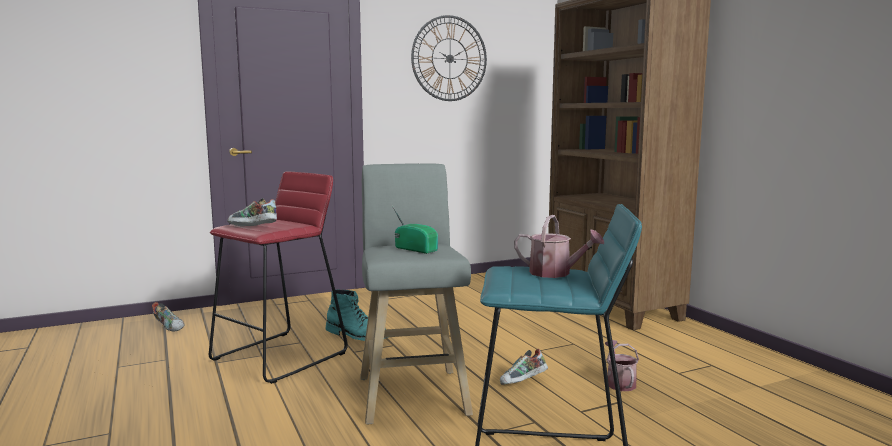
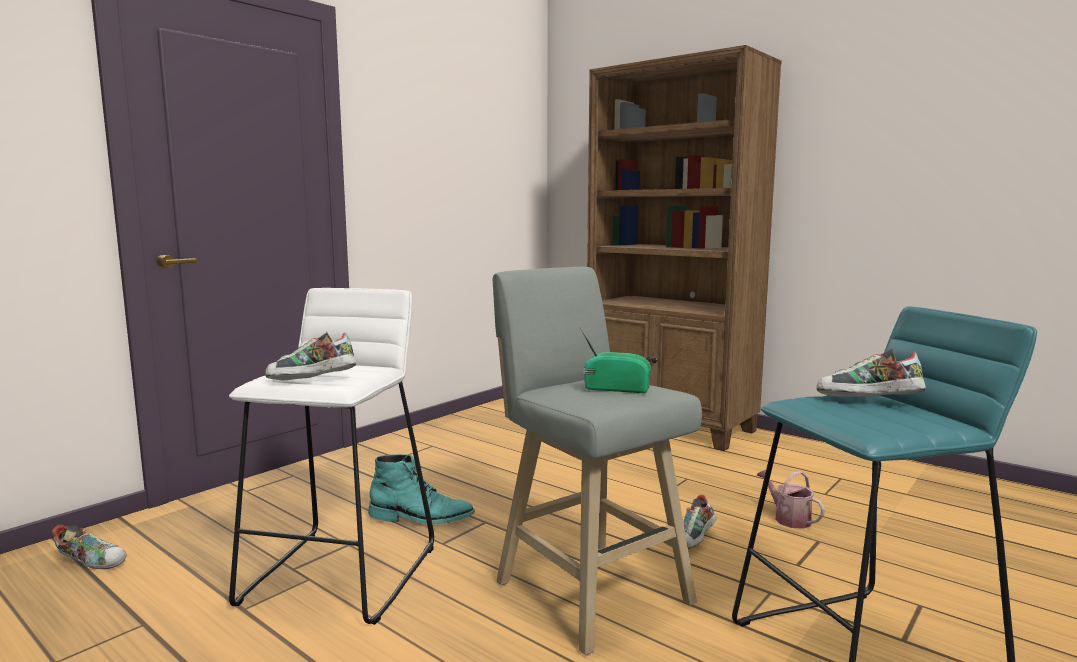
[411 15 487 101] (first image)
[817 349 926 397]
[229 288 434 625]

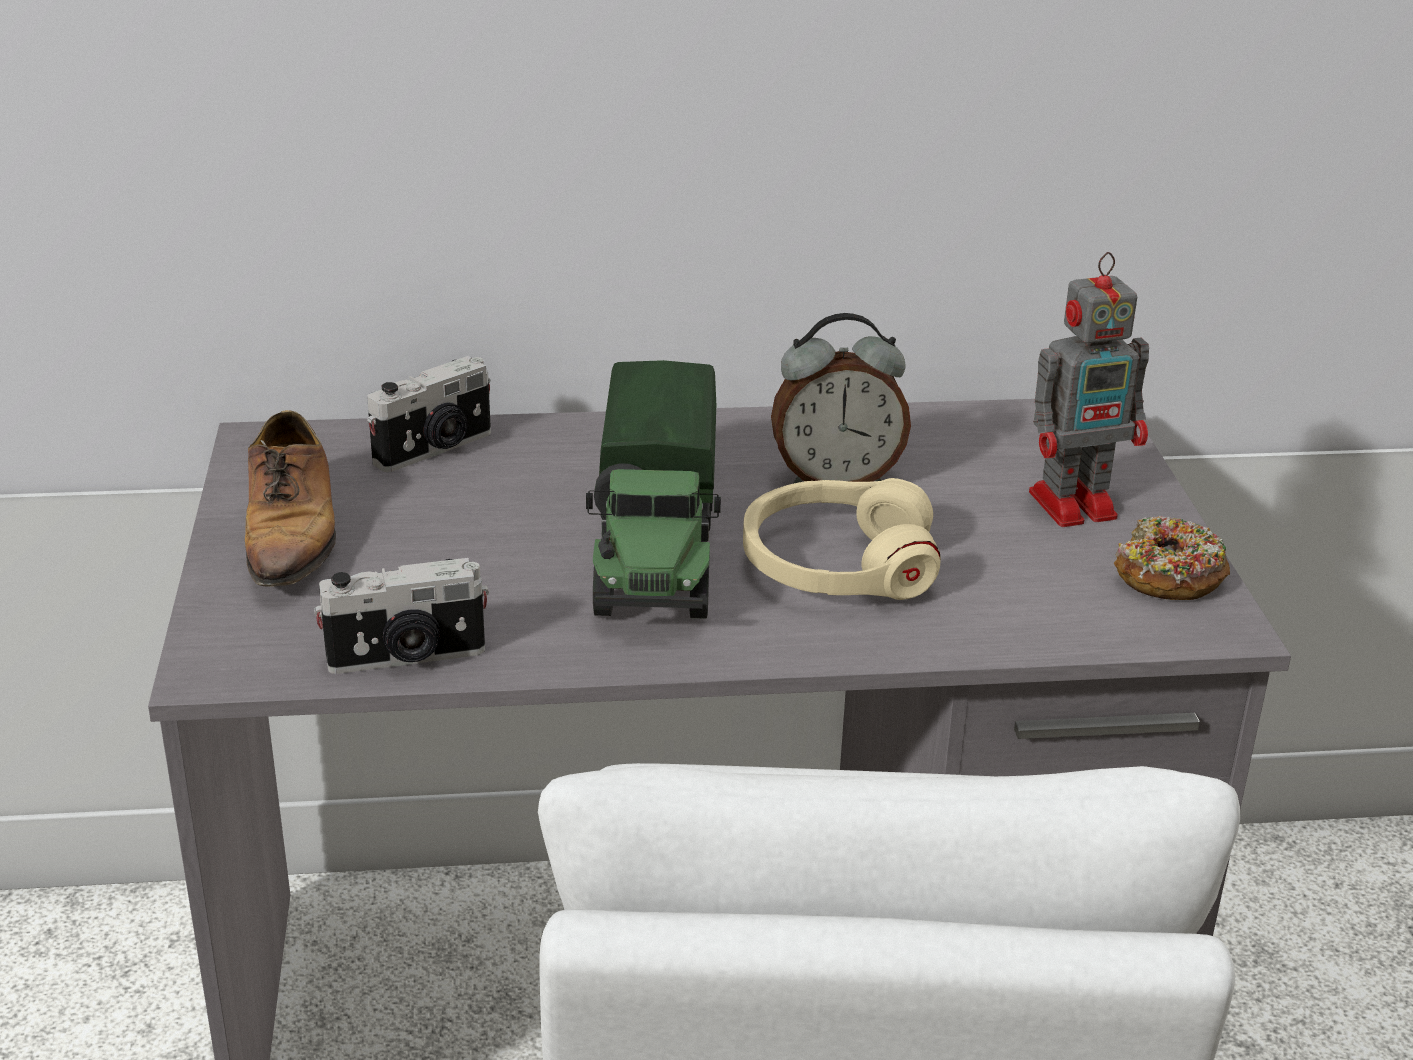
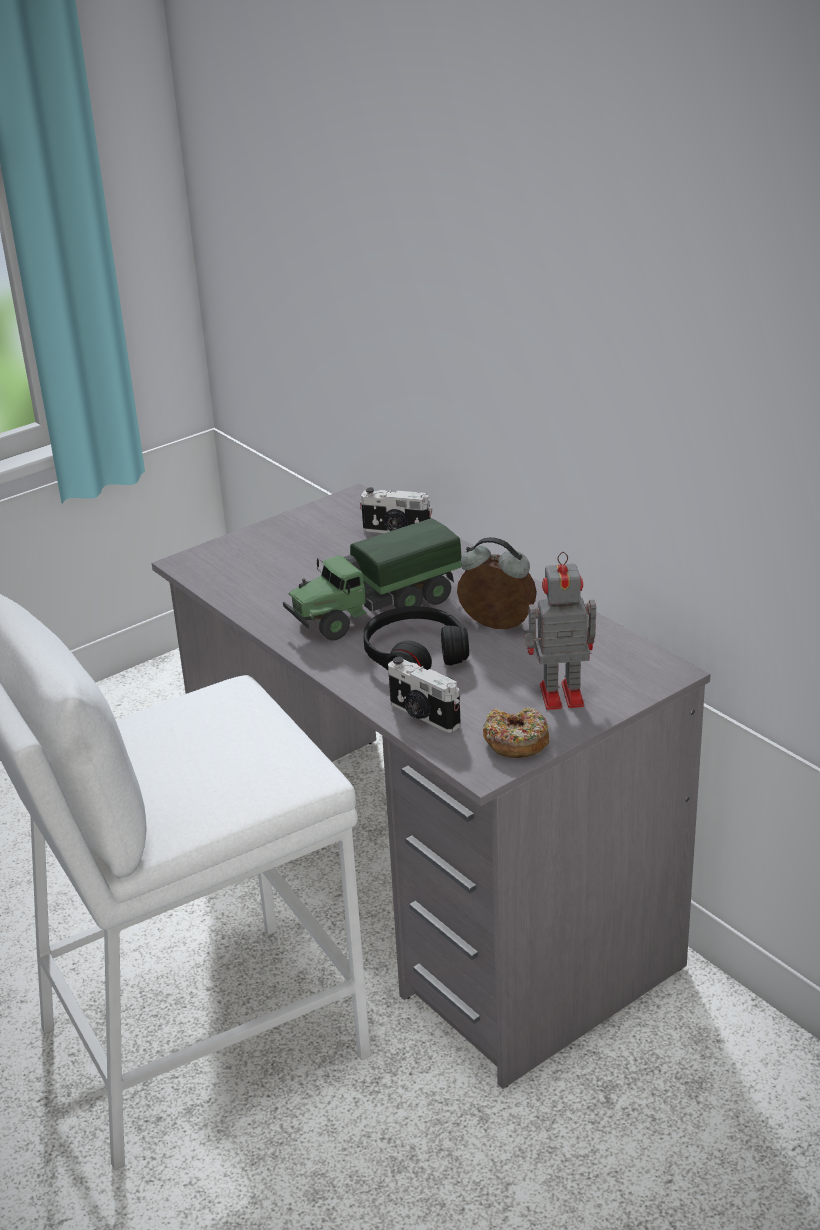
[245 410 336 600] (first image)
[388 657 461 733]
[363 606 469 670]
[457 537 537 629]
[524 552 596 710]

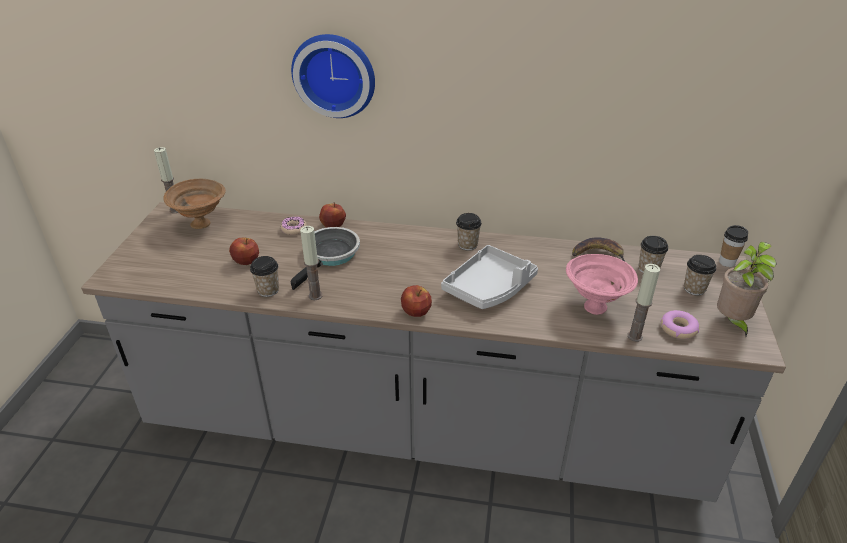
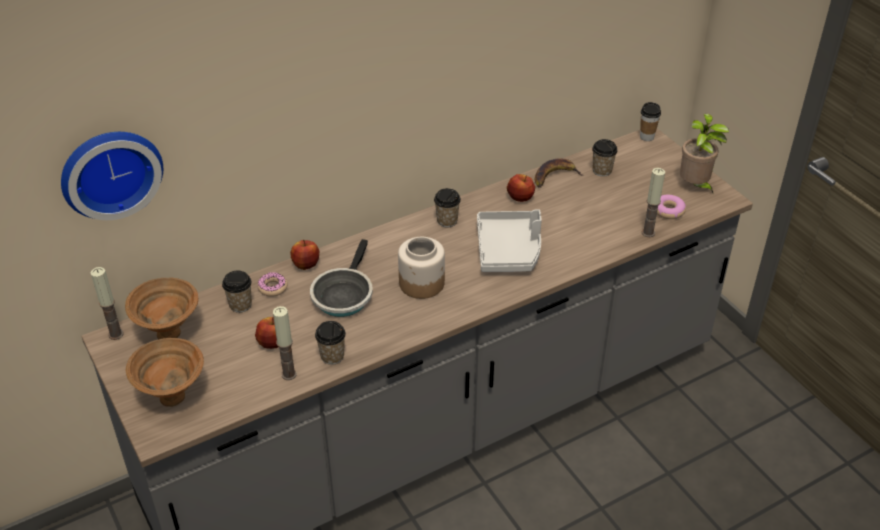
[566 254 638 315] (first image)
[126 338 204 407]
[398 237 445 299]
[61 132 163 220]
[273 306 297 380]
[507 174 535 202]
[222 271 252 313]
[310 239 373 317]

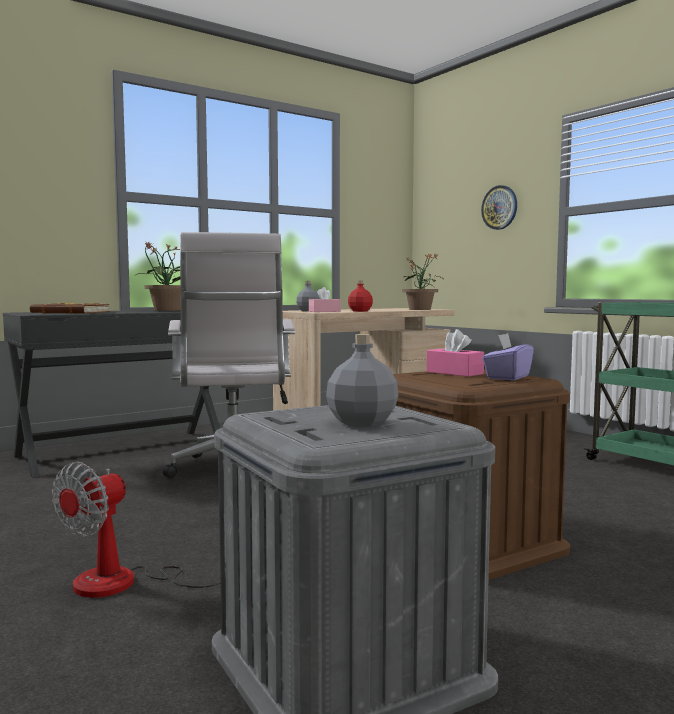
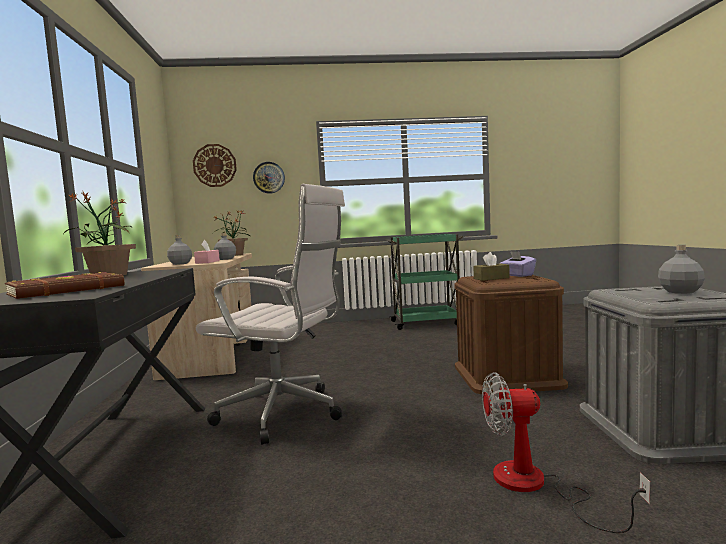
[193 144 237 187]
[214 233 236 260]
[473 252 510 281]
[482 372 650 533]

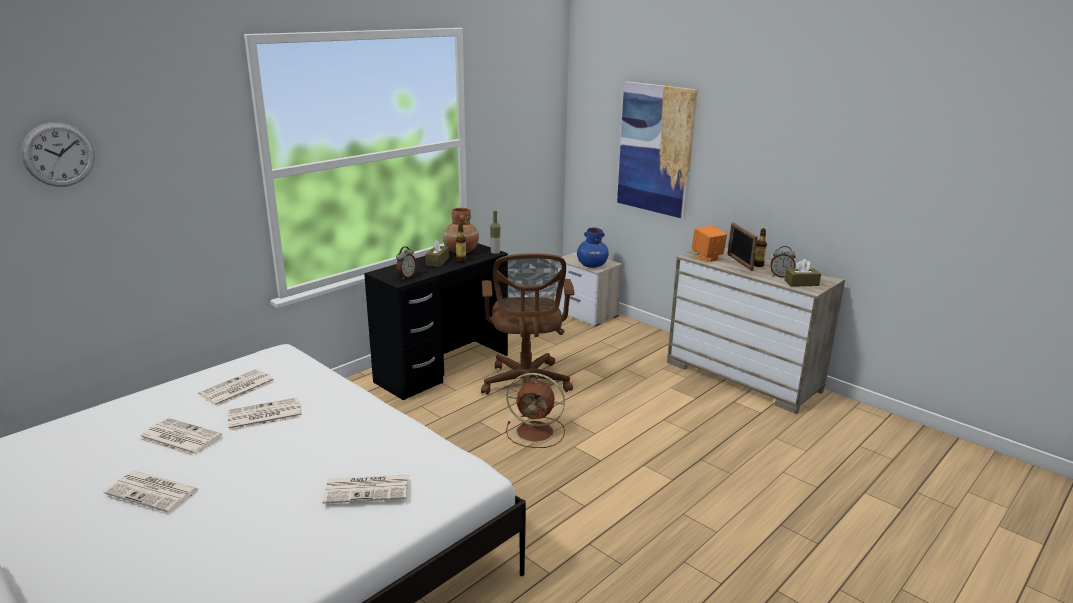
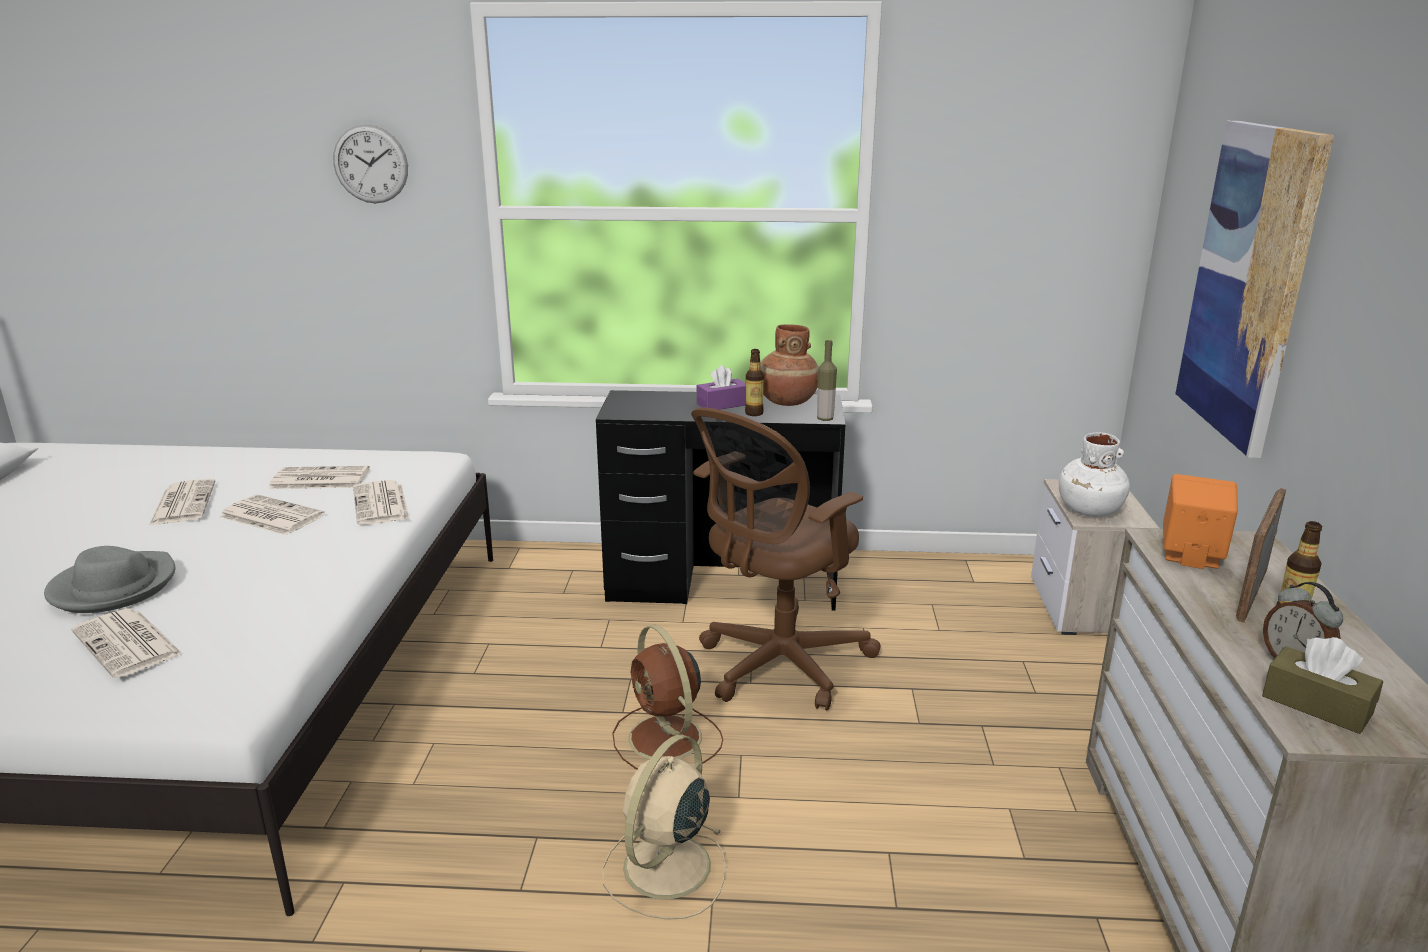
[396 246 416 280] (first image)
[44 546 175 613]
[602 735 725 920]
[333 124 408 203]
[353 480 409 525]
[697 365 746 410]
[1059 432 1130 516]

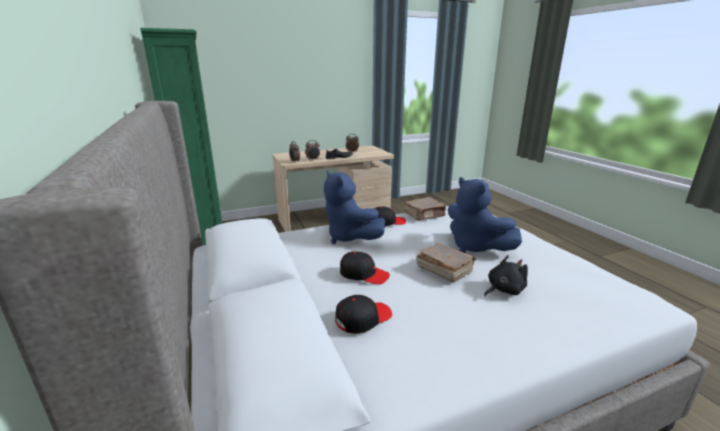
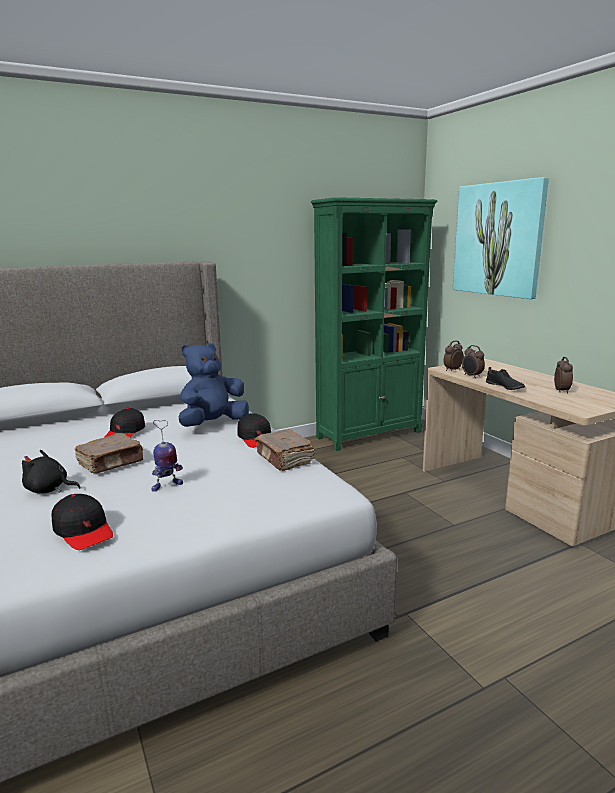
[453 177 549 299]
[51 494 113 550]
[151 420 183 491]
[22 450 81 493]

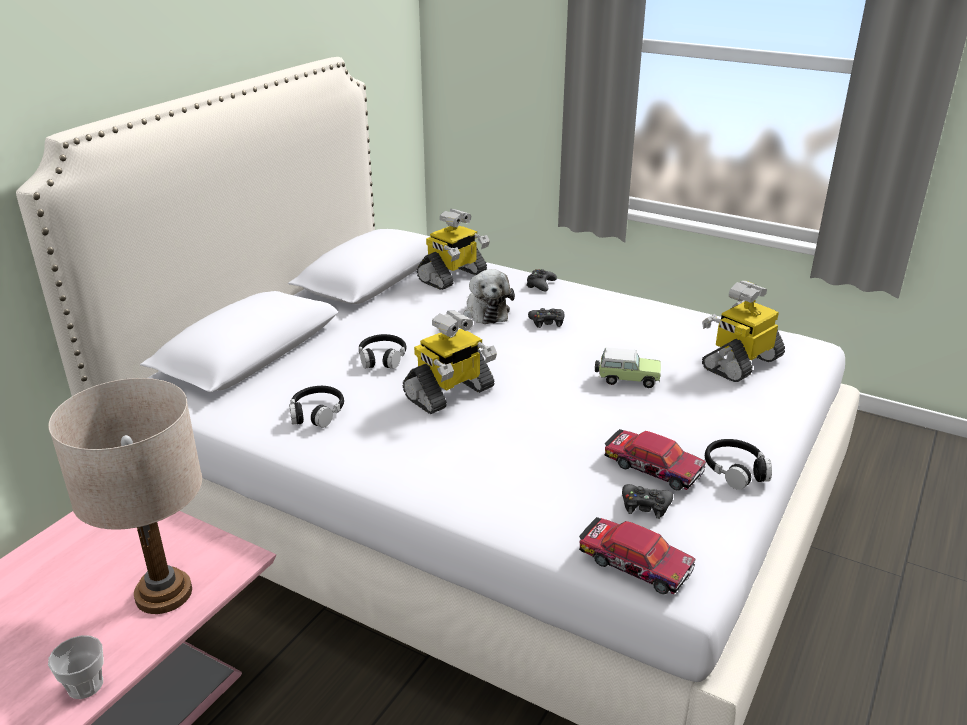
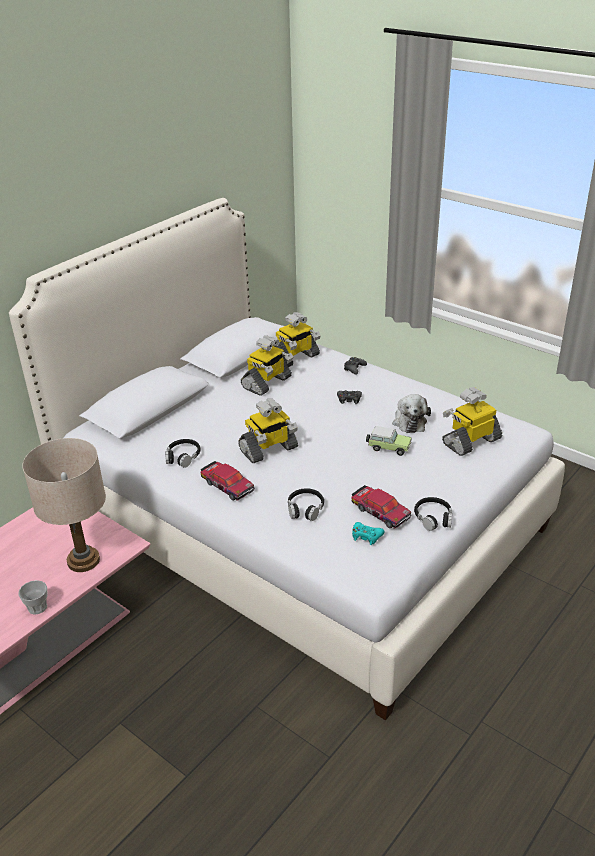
[241 336 293 396]
[288 488 324 521]
[392 394 431 433]
[200 461 255 501]
[352 522 384 545]

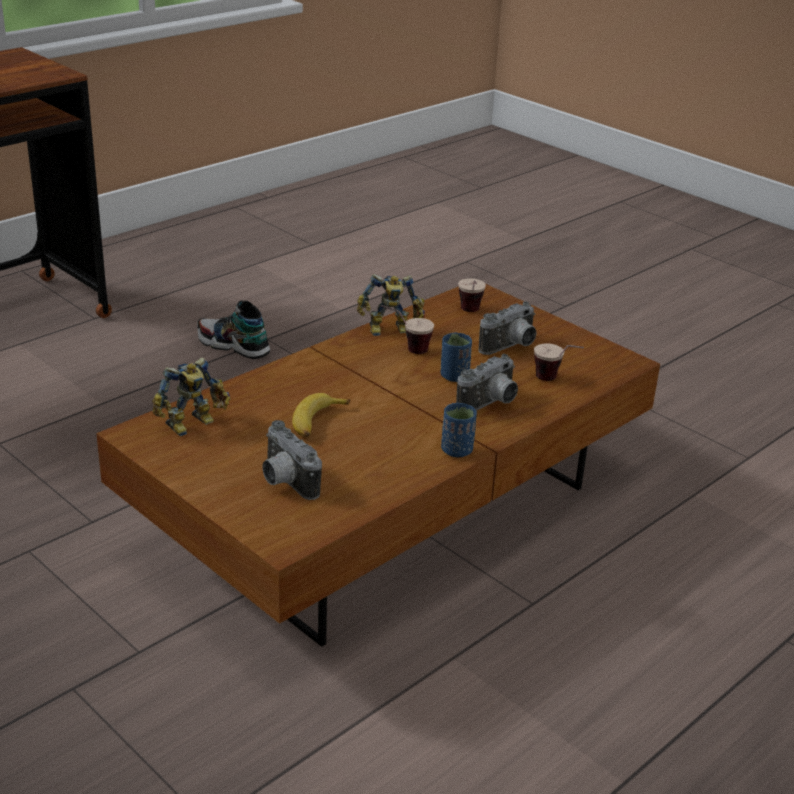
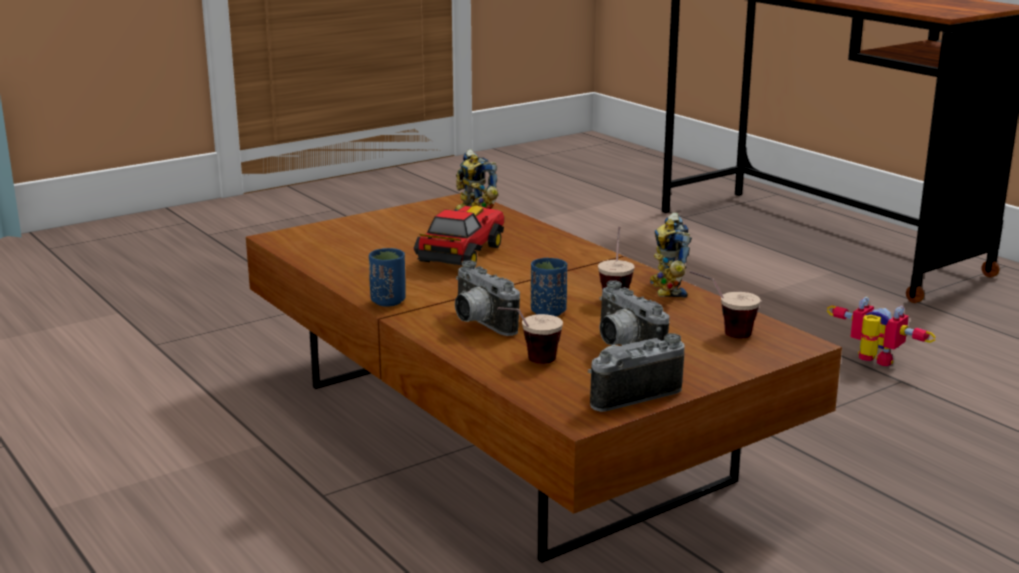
[588 333 685 412]
[827 297 936 366]
[413 205 504 265]

